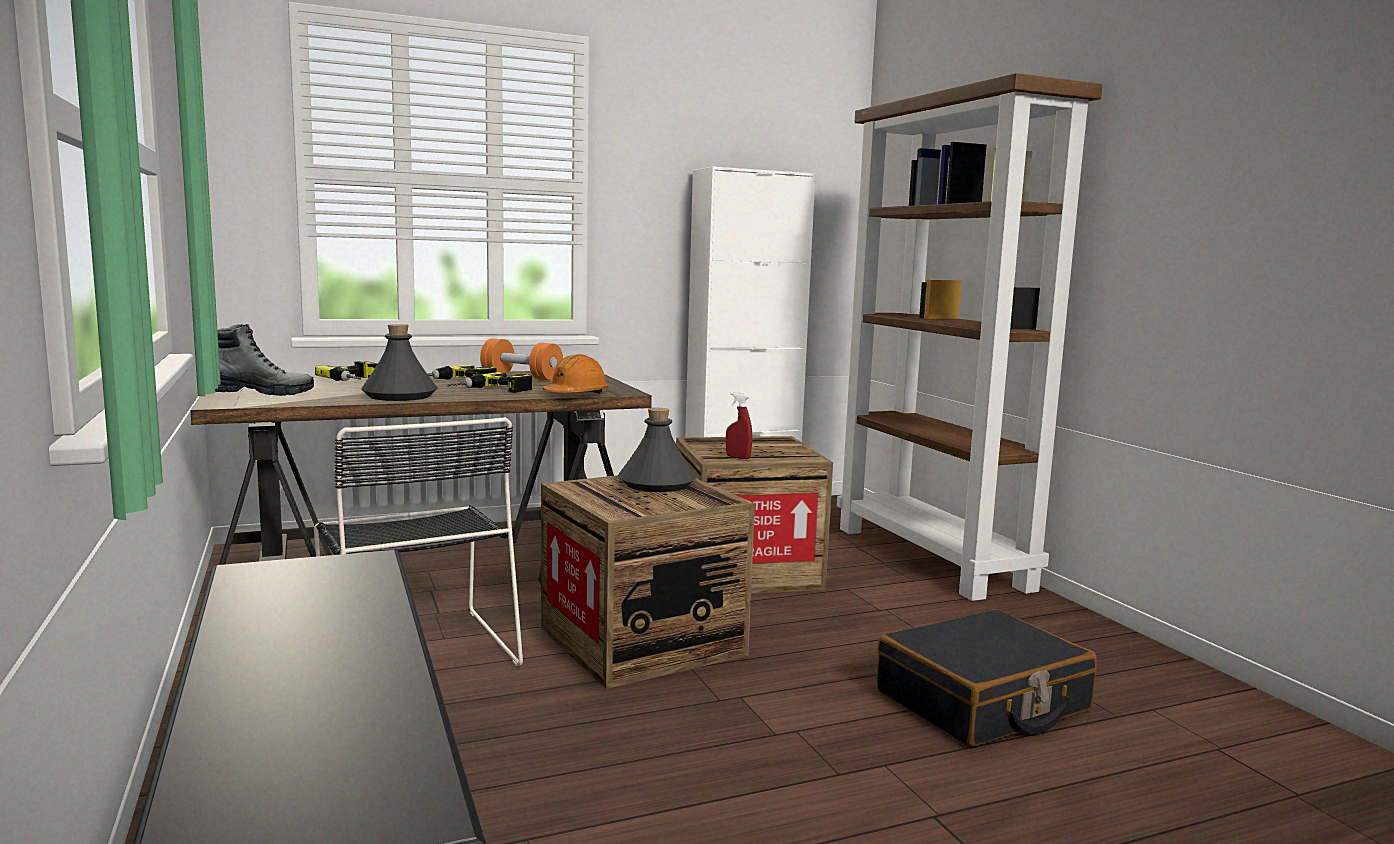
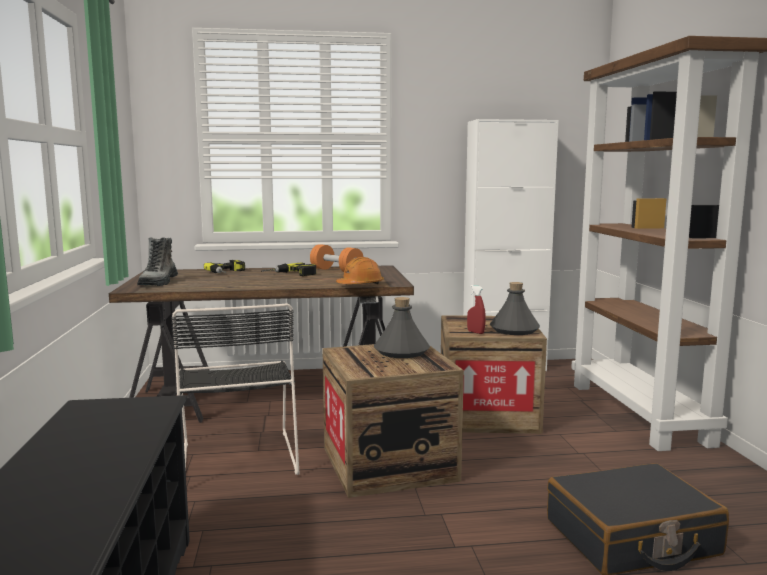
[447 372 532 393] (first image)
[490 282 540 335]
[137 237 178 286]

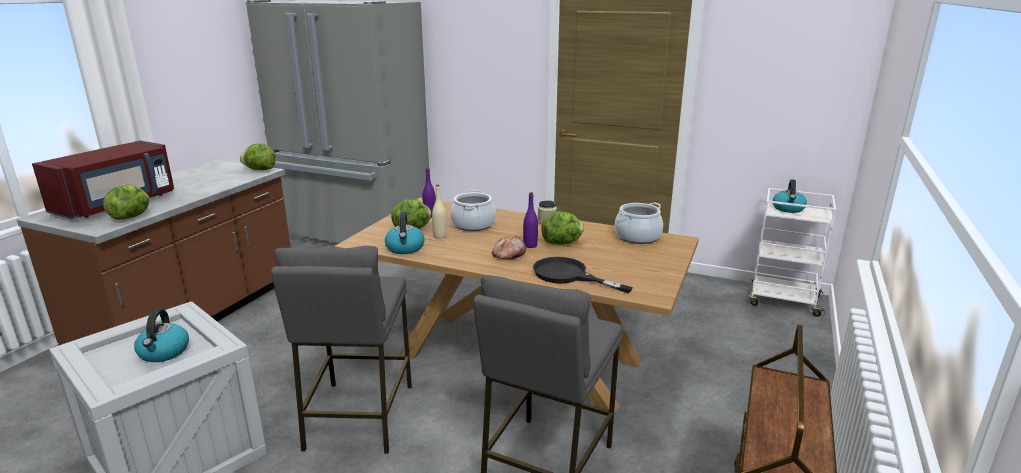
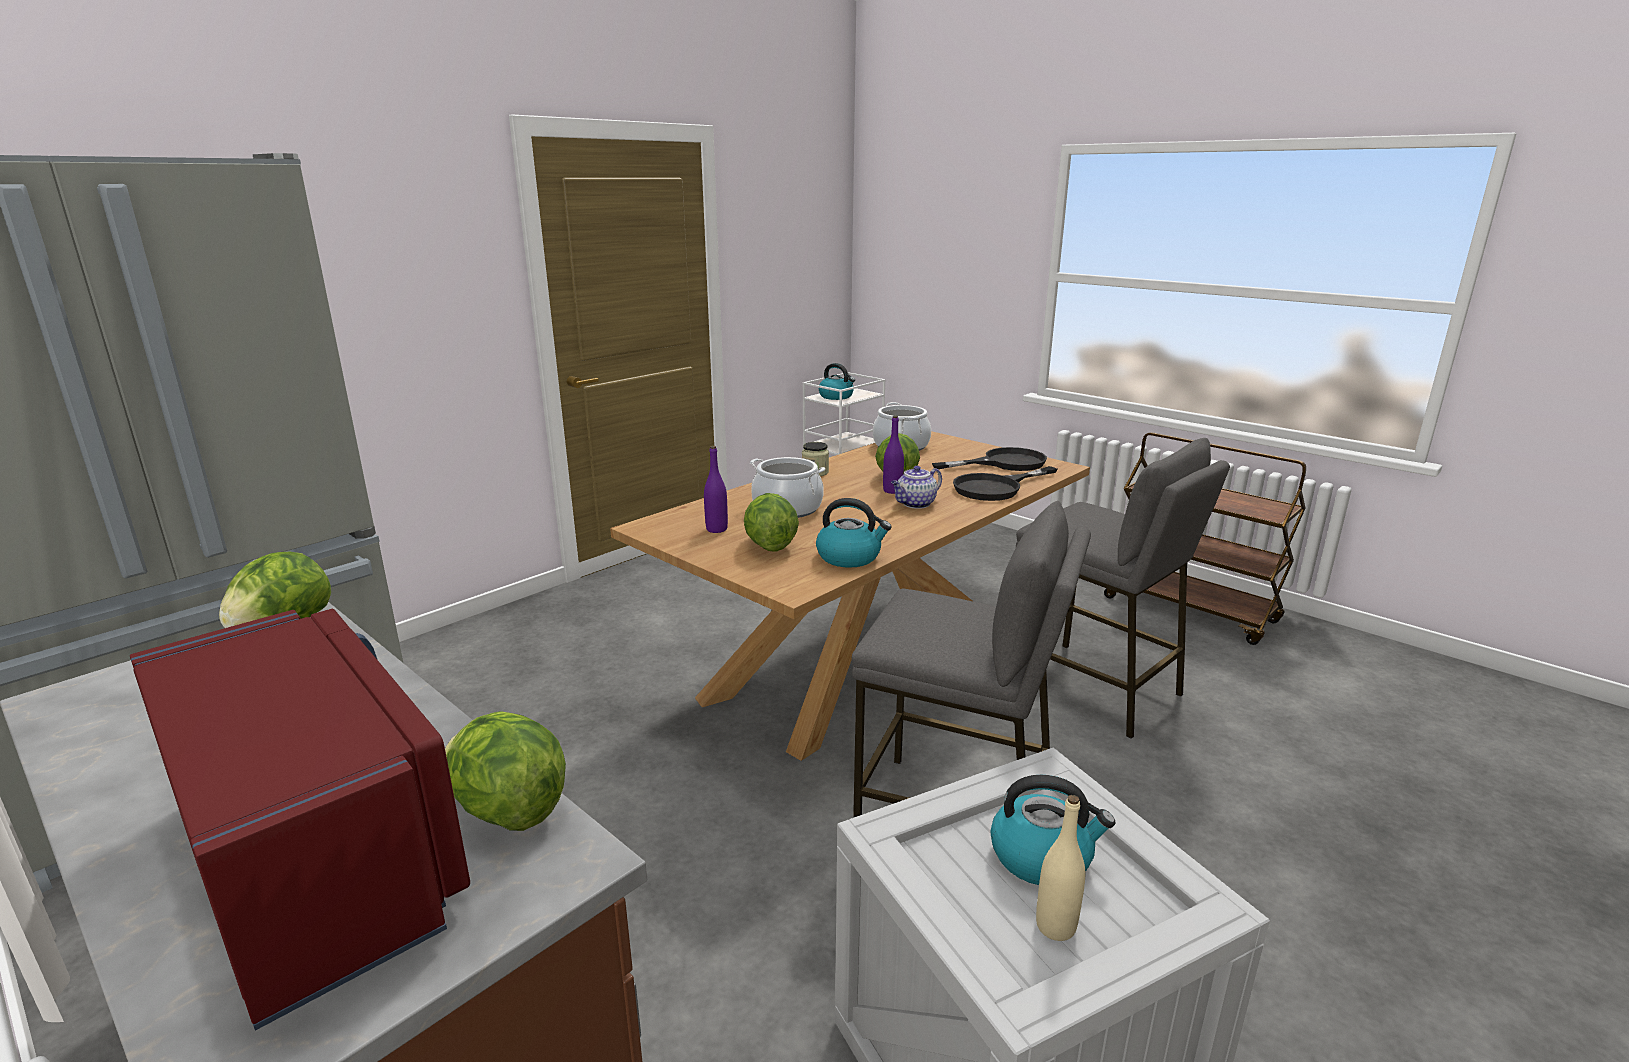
[932 447 1047 471]
[1036 795 1085 941]
[891 466 942 509]

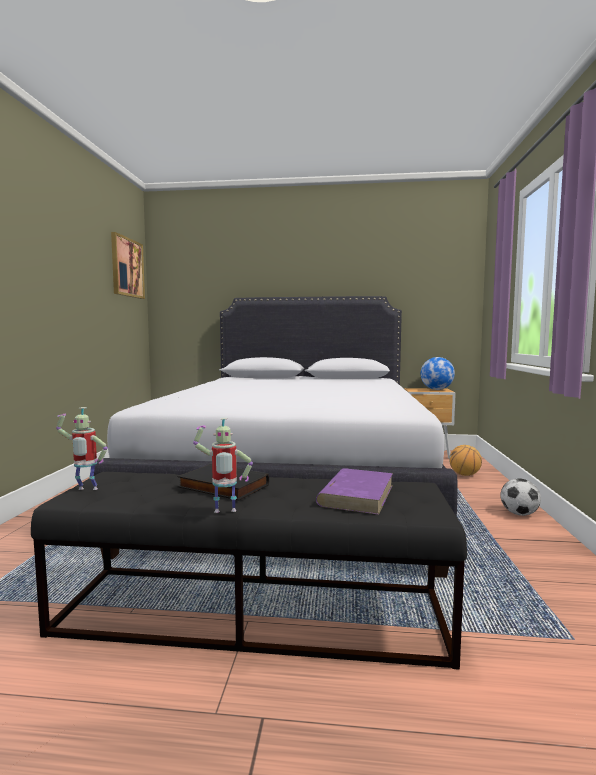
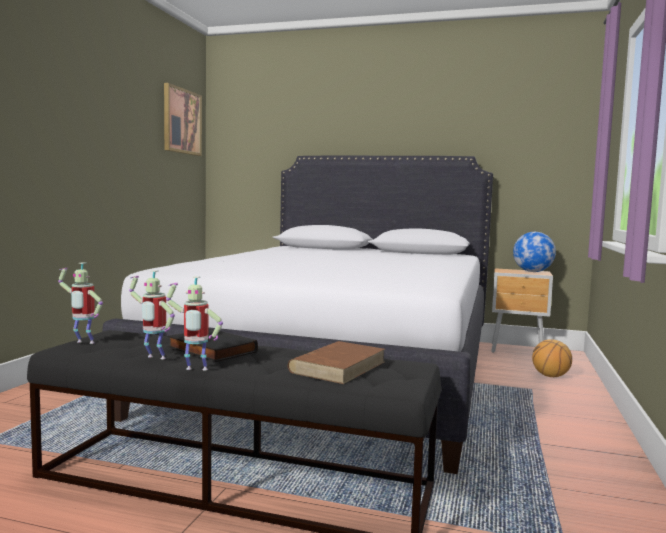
[501 478 541 516] (first image)
[129 270 175 359]
[288 341 385 384]

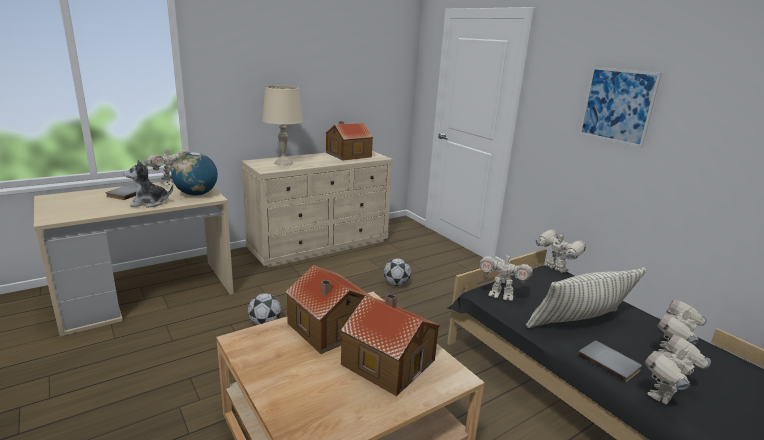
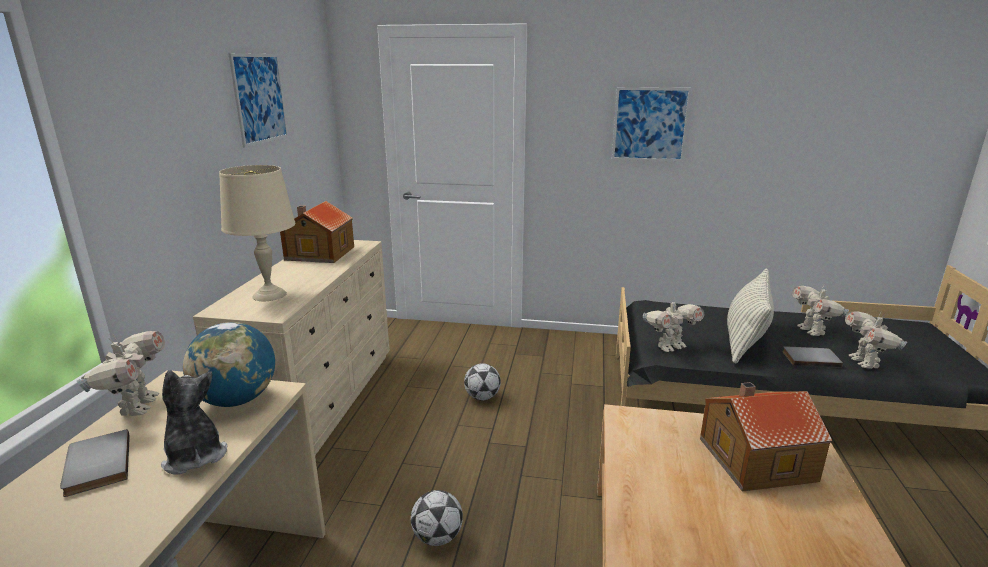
[285 265 374 354] (first image)
[535 230 586 273] (first image)
[228 53 289 147]
[161 370 227 474]

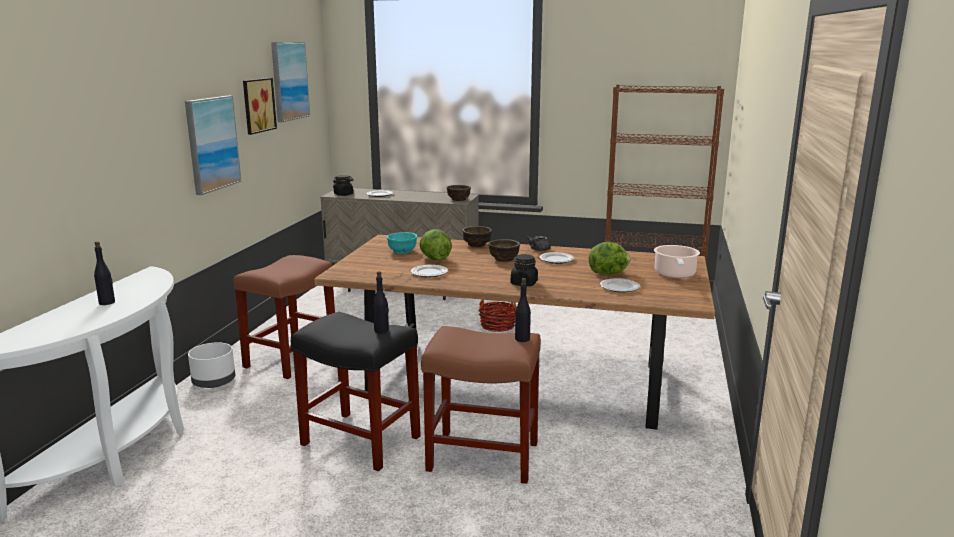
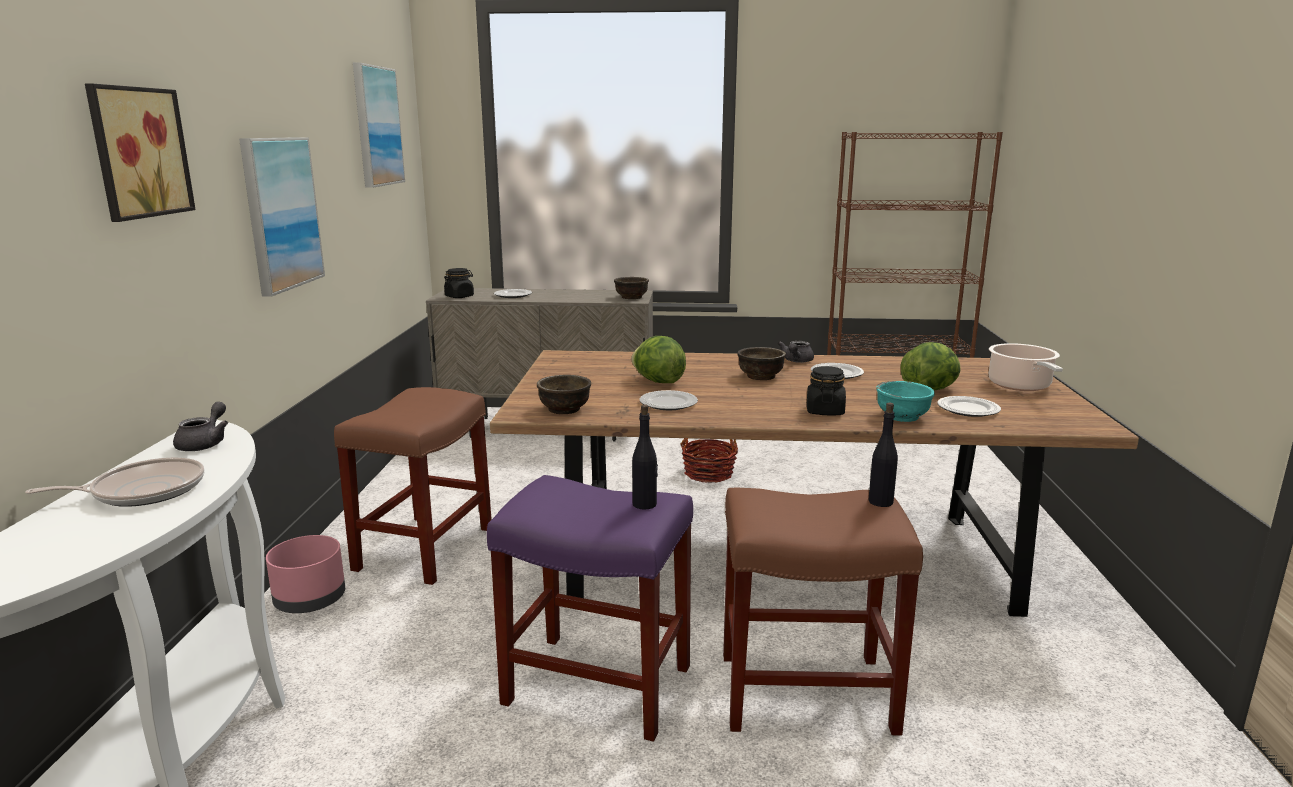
[173 402 228 451]
[85 84 196 222]
[876 381 935 422]
[537 375 591 414]
[25 457 204 507]
[266 535 345 613]
[487 475 693 742]

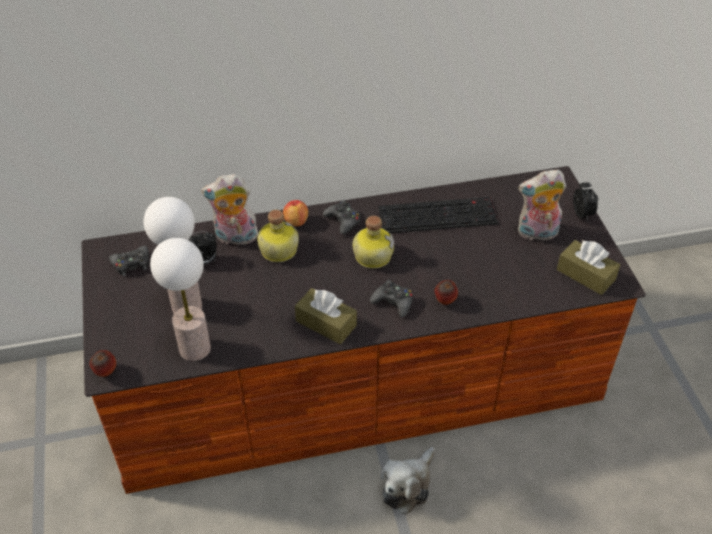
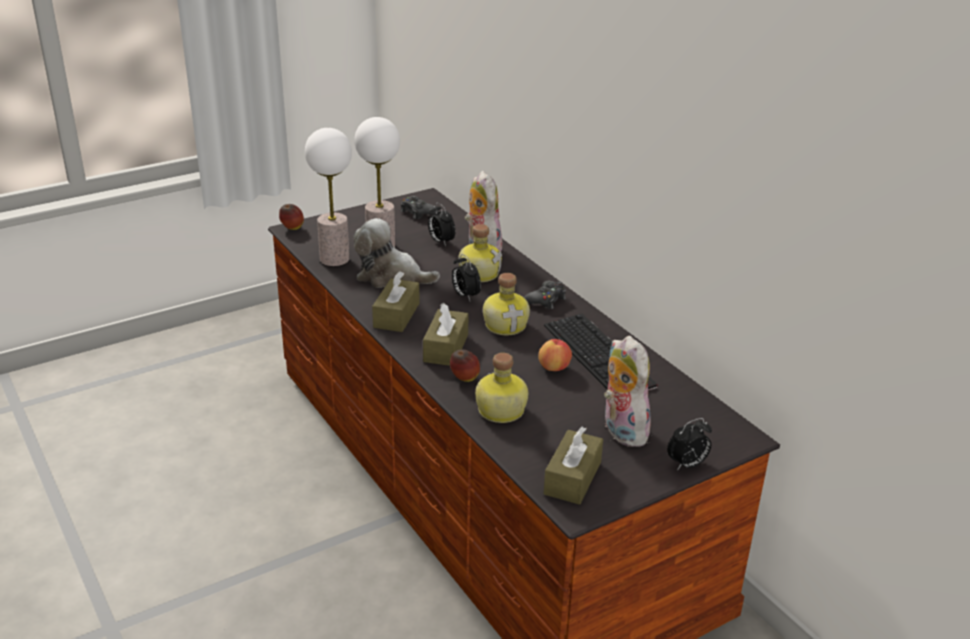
[452 254 481 301]
[475 353 529 423]
[538 339 572 371]
[354 218 440 288]
[423 303 469 366]

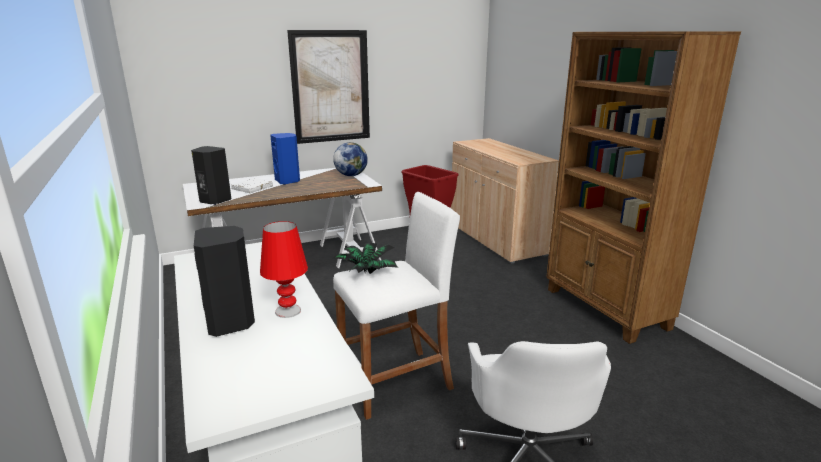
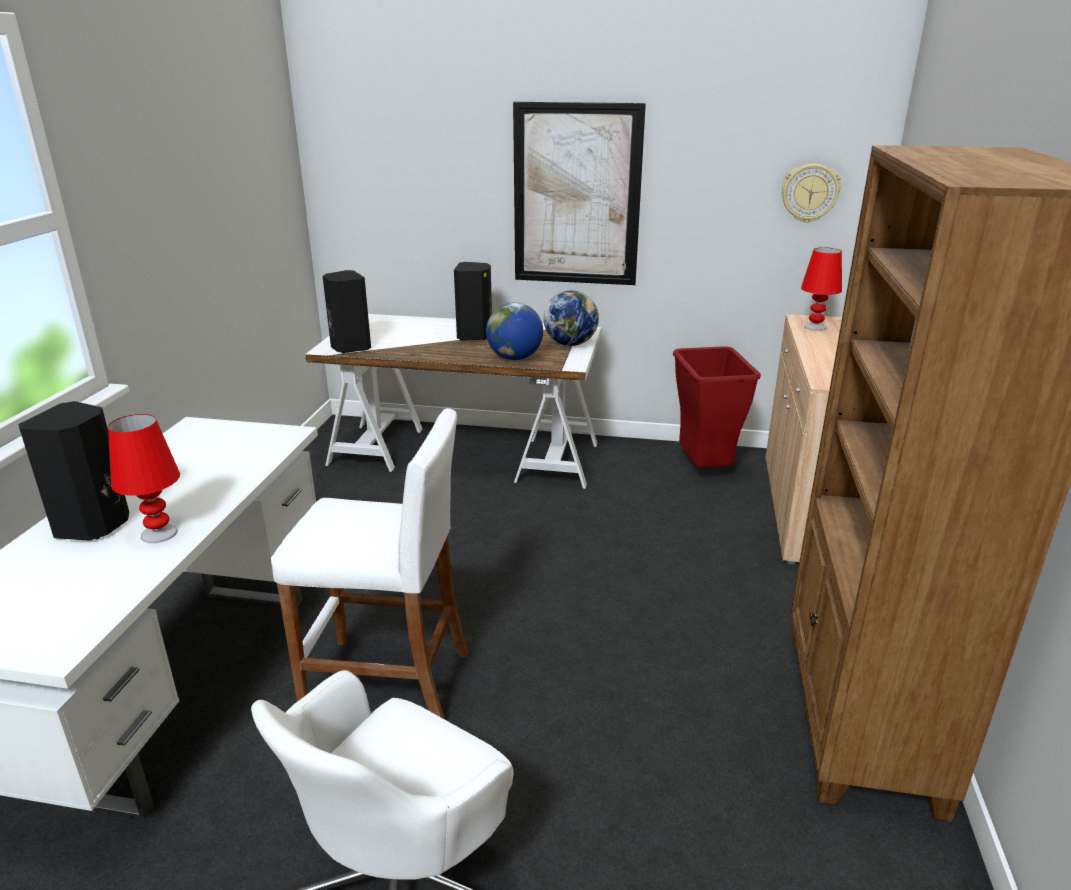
[231 178 273 193] (first image)
[333 243 398 274] (first image)
[486 302 543 360]
[782 164 841 223]
[801 247 842 331]
[454 262 492 341]

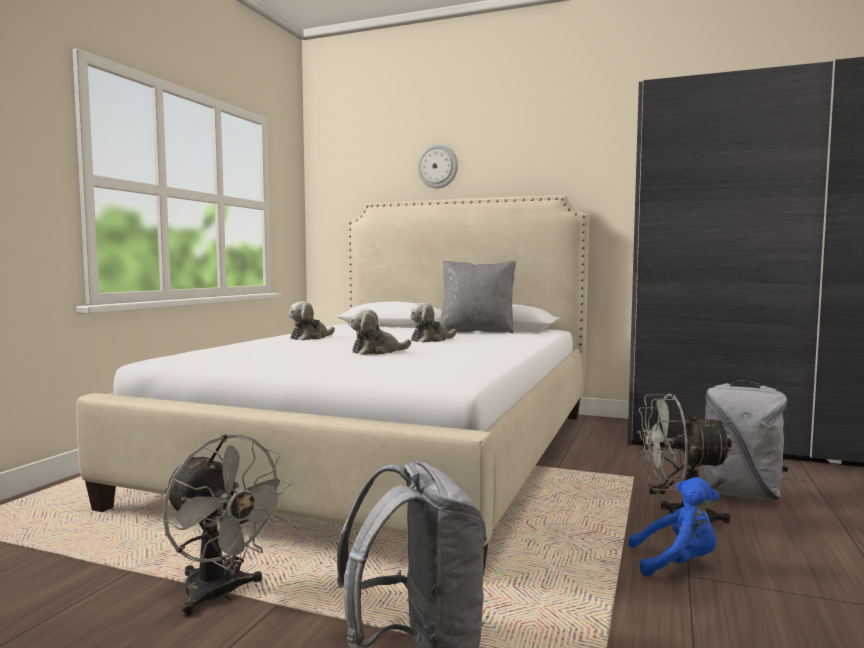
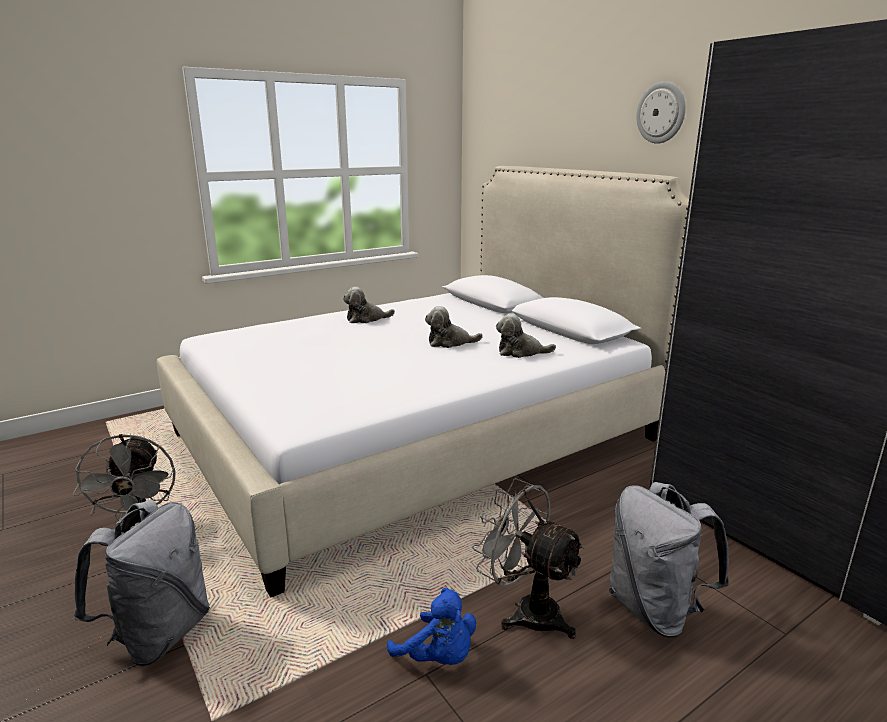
[440 261 516 334] (first image)
[496 313 556 358]
[636 81 686 144]

